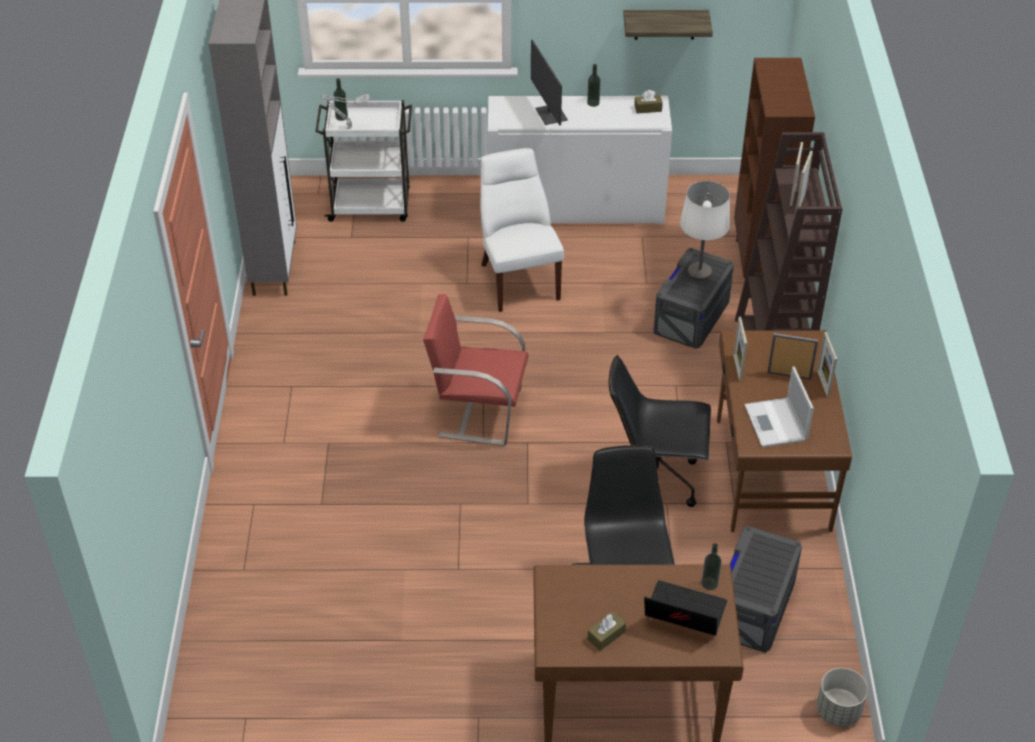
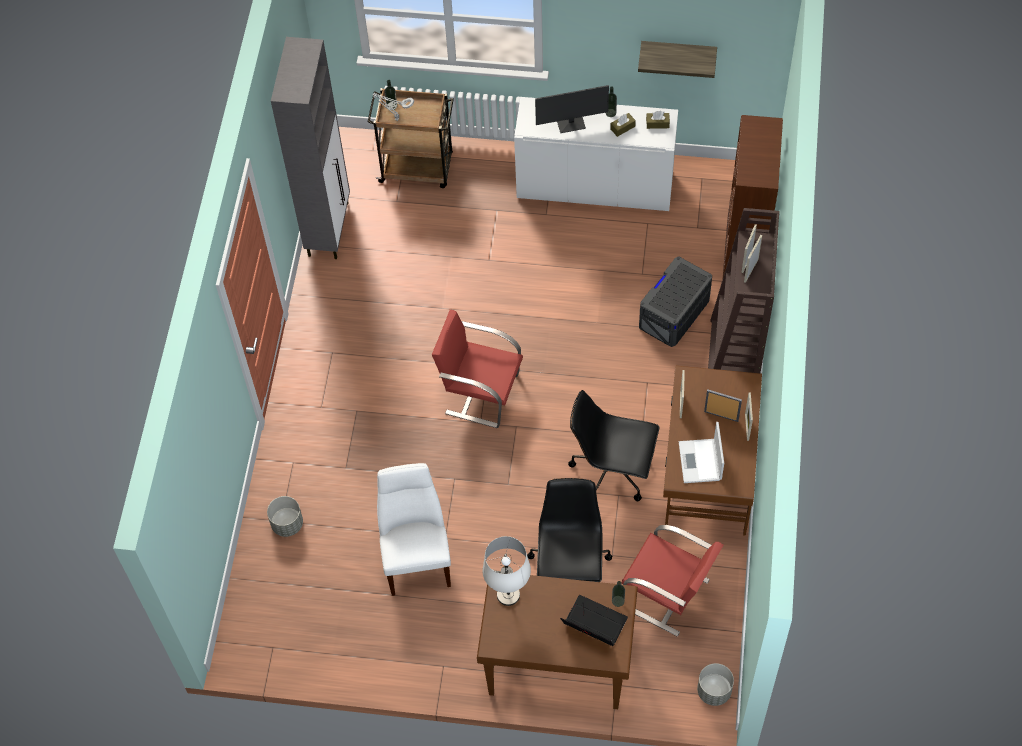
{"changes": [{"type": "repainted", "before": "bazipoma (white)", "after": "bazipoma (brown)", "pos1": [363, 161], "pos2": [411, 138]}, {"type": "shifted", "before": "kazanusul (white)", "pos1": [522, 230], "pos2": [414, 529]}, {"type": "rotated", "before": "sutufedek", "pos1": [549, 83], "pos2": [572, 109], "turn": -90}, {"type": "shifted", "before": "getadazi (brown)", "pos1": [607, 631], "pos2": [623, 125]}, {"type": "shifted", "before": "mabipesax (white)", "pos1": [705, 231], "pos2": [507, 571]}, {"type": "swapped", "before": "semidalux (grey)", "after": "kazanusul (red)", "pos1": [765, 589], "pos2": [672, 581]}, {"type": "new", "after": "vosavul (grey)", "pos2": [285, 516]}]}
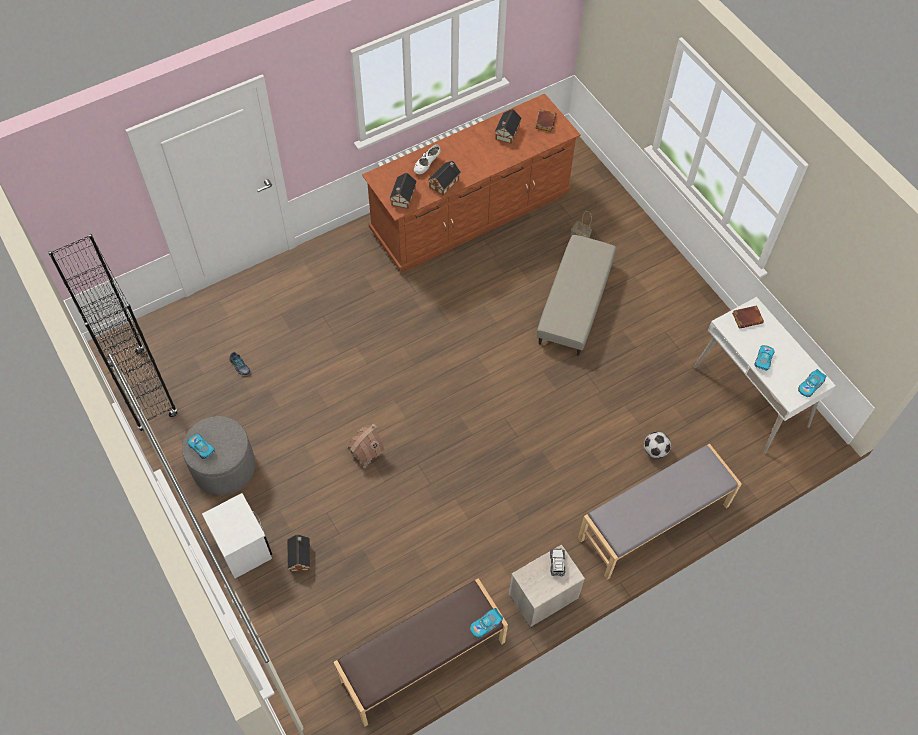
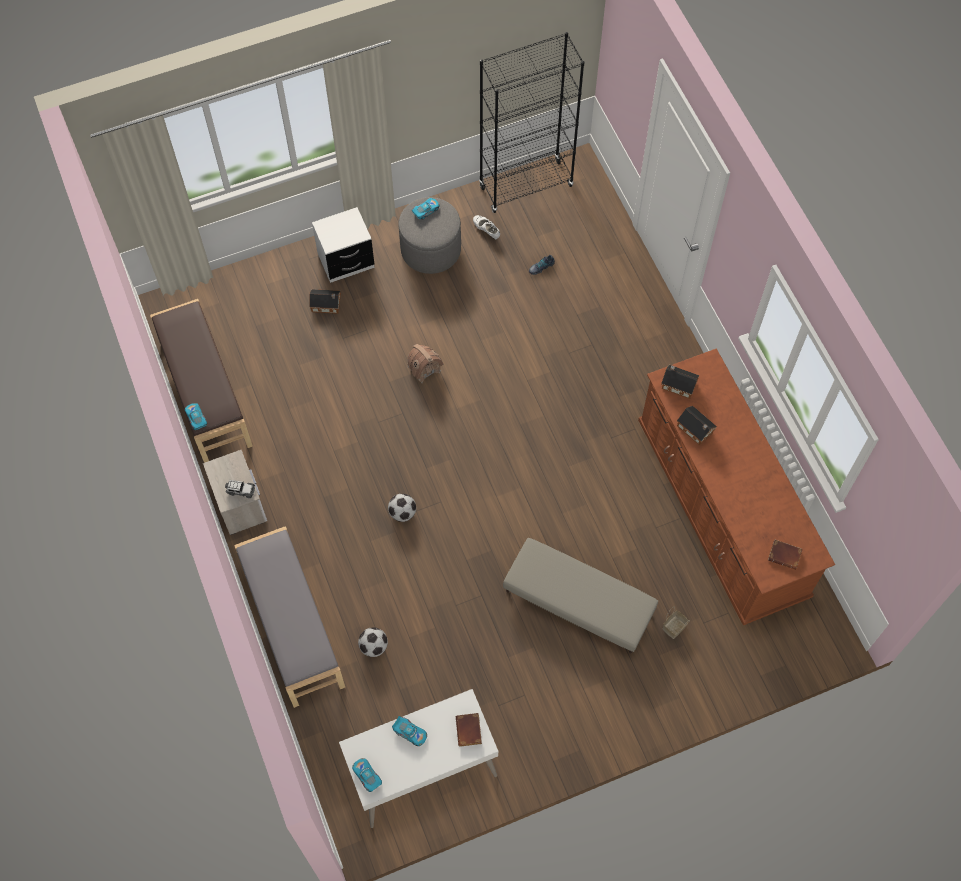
{"changes": [{"type": "shifted", "before": "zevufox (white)", "pos1": [427, 159], "pos2": [486, 227]}, {"type": "gone", "before": "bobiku", "pos1": [508, 126]}, {"type": "new", "after": "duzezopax", "pos2": [402, 508]}]}
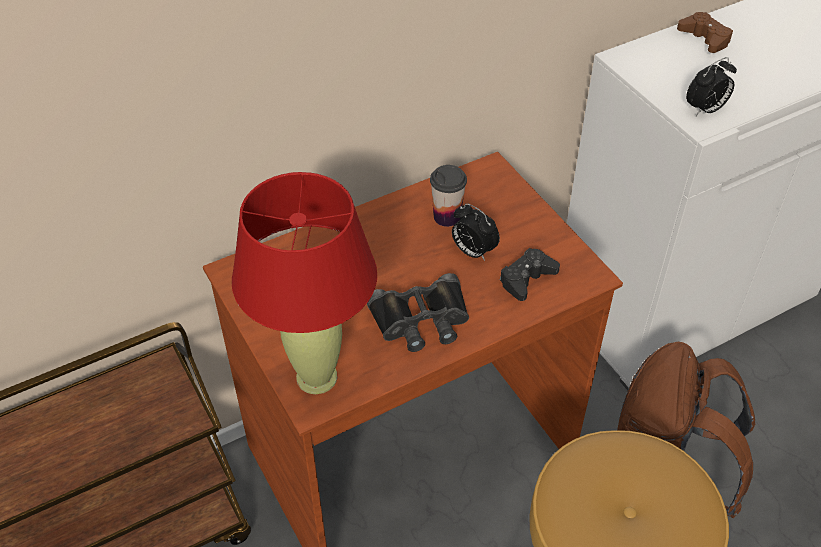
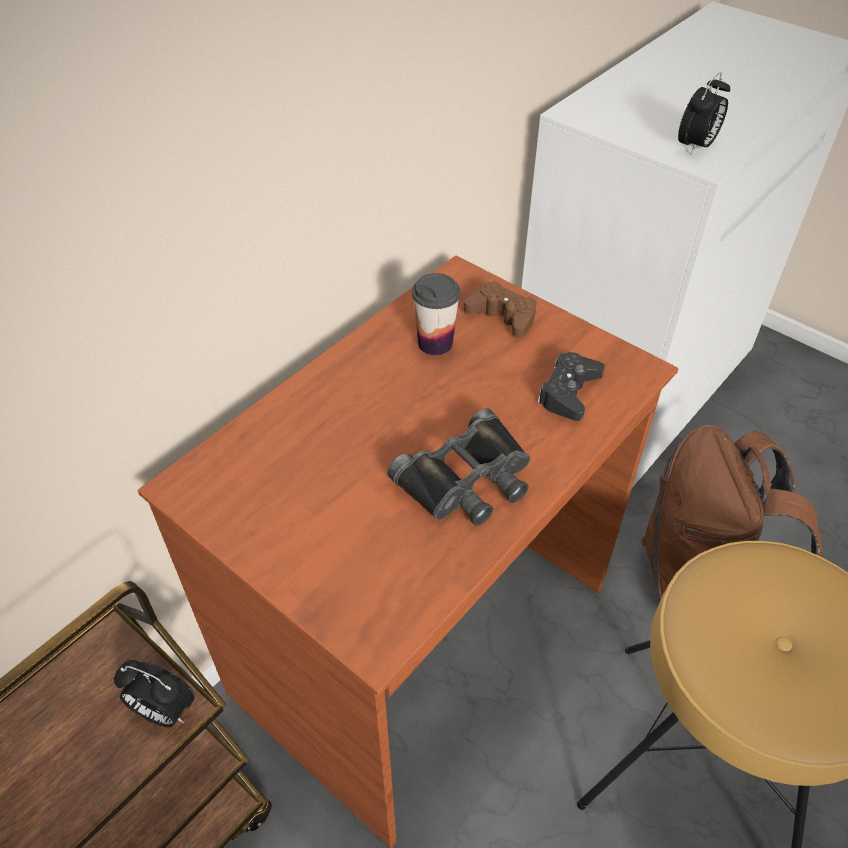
{"changes": [{"type": "gone", "before": "mabipesax (red)", "pos1": [304, 283]}, {"type": "shifted", "before": "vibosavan", "pos1": [476, 232], "pos2": [154, 693]}, {"type": "shifted", "before": "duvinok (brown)", "pos1": [705, 32], "pos2": [500, 309]}]}
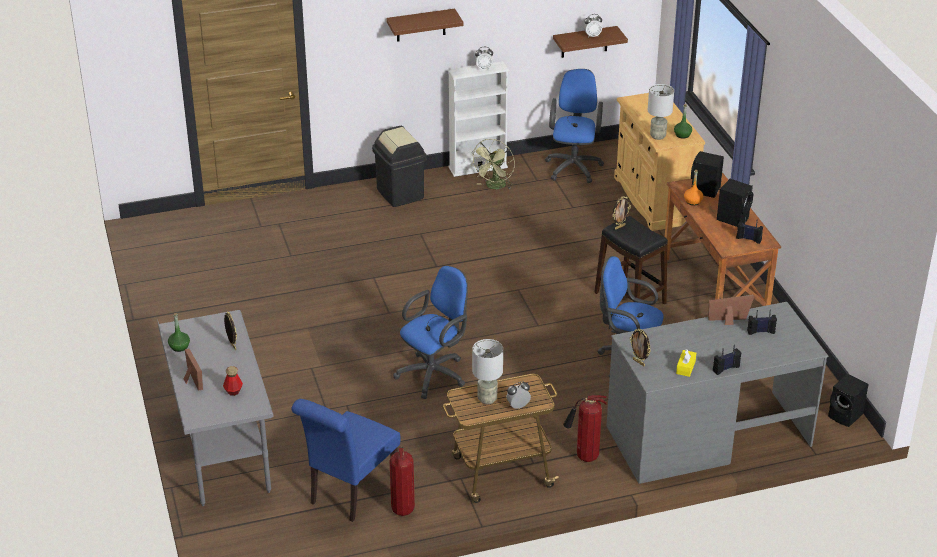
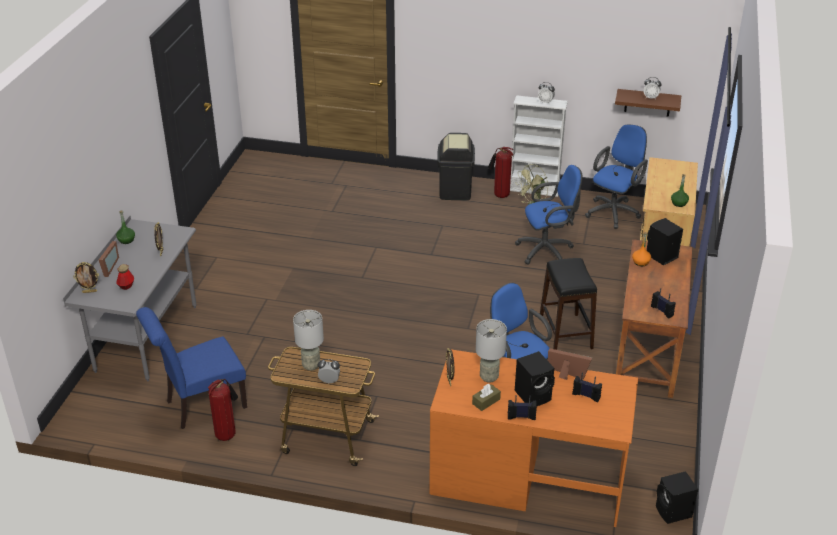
{"changes": [{"type": "gone", "before": "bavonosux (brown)", "pos1": [425, 25]}, {"type": "shifted", "before": "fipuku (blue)", "pos1": [430, 332], "pos2": [549, 215]}, {"type": "shifted", "before": "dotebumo", "pos1": [585, 428], "pos2": [500, 172]}, {"type": "repainted", "before": "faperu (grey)", "after": "faperu (orange)", "pos1": [717, 393], "pos2": [533, 438]}, {"type": "shifted", "before": "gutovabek", "pos1": [621, 213], "pos2": [86, 277]}, {"type": "shifted", "before": "mabipesax (grey)", "pos1": [661, 112], "pos2": [491, 351]}, {"type": "repainted", "before": "getadazi (yellow)", "after": "getadazi (brown)", "pos1": [686, 363], "pos2": [486, 397]}, {"type": "shifted", "before": "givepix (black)", "pos1": [735, 203], "pos2": [535, 378]}]}
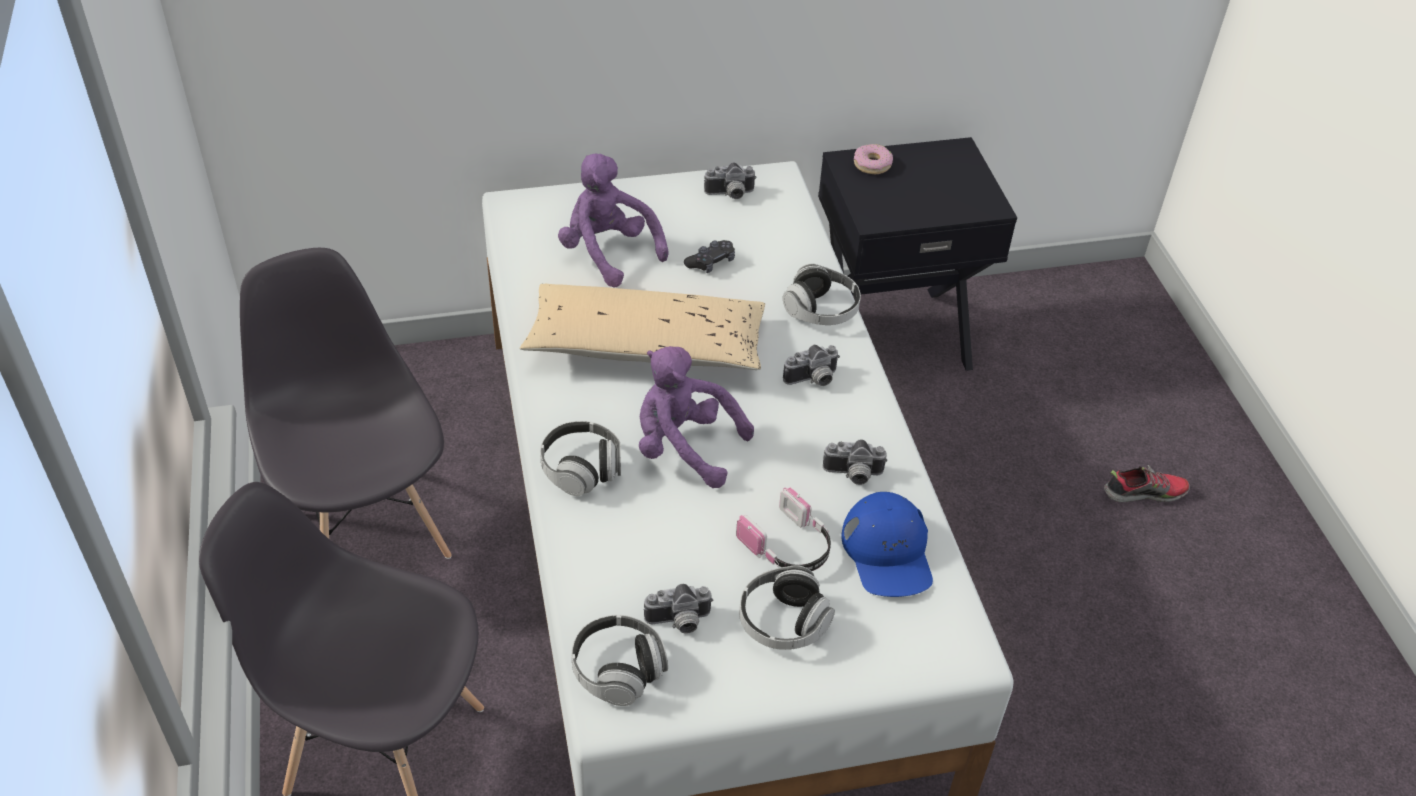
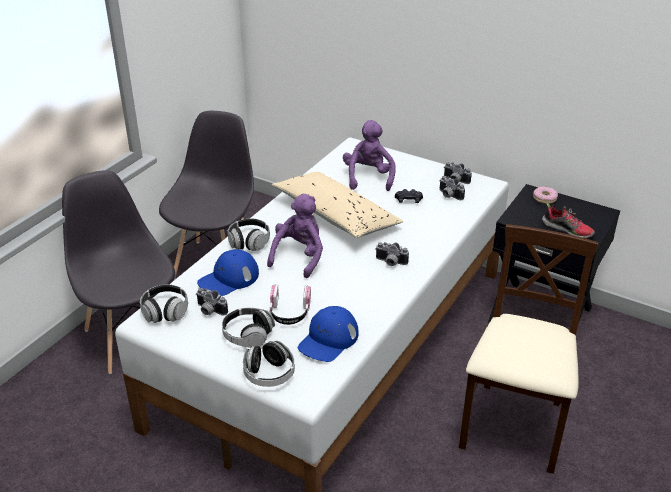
{"changes": [{"type": "rotated", "before": "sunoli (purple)", "pos1": [696, 417], "pos2": [295, 236], "turn": 45}, {"type": "shifted", "before": "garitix", "pos1": [822, 294], "pos2": [269, 363]}, {"type": "shifted", "before": "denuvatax", "pos1": [855, 462], "pos2": [452, 188]}, {"type": "shifted", "before": "zevufox", "pos1": [1147, 483], "pos2": [568, 220]}, {"type": "new", "after": "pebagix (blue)", "pos2": [228, 272]}, {"type": "new", "after": "kazanusul (beige)", "pos2": [529, 349]}]}
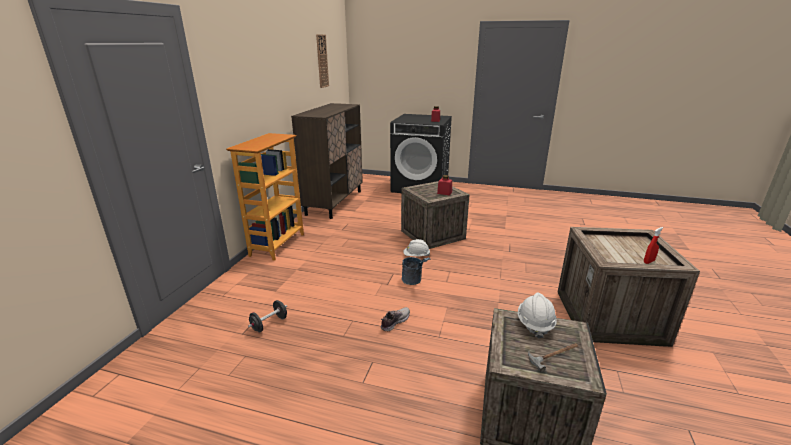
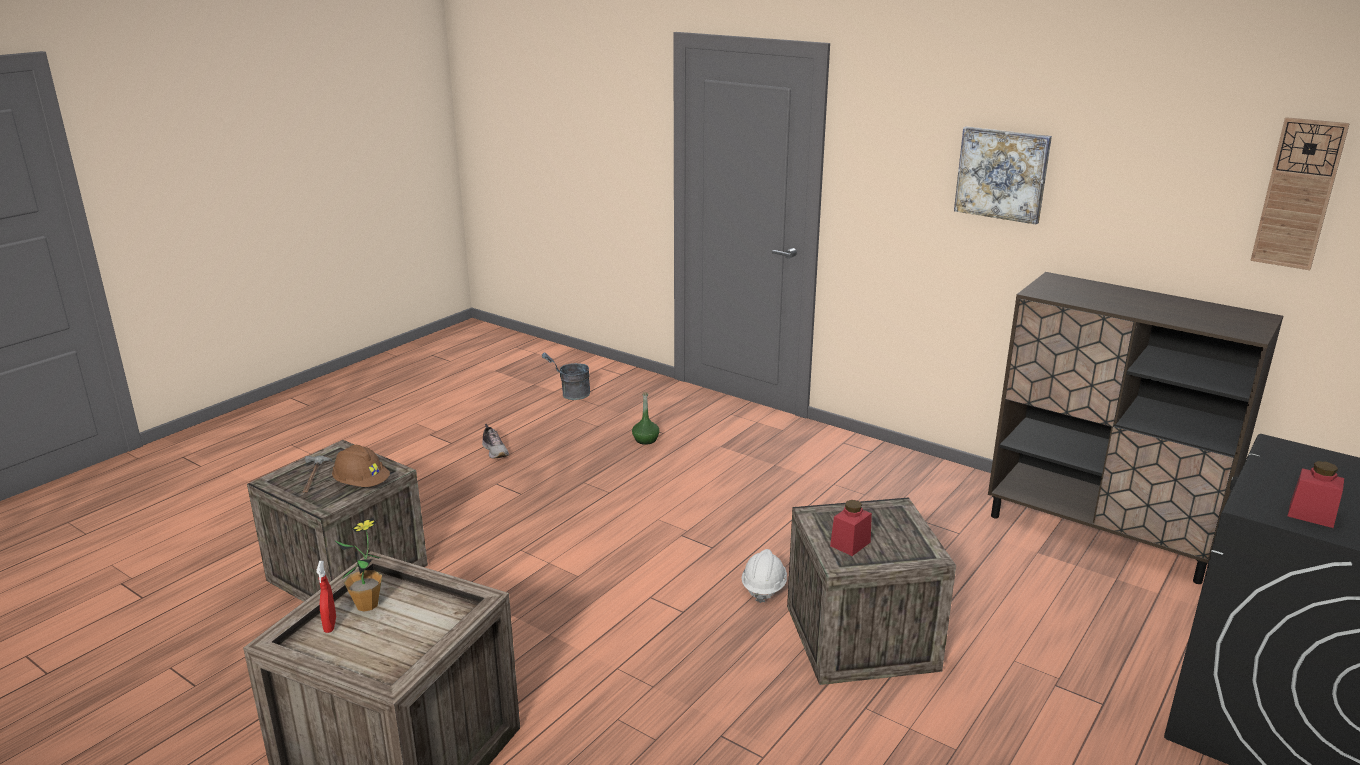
{"changes": [{"type": "gone", "before": "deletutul", "pos1": [265, 197]}, {"type": "swapped", "before": "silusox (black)", "after": "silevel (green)", "pos1": [267, 316], "pos2": [646, 418]}, {"type": "shifted", "before": "zevufox", "pos1": [395, 319], "pos2": [495, 441]}, {"type": "shifted", "before": "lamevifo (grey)", "pos1": [416, 271], "pos2": [566, 376]}, {"type": "repainted", "before": "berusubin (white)", "after": "berusubin (brown)", "pos1": [537, 315], "pos2": [361, 466]}, {"type": "new", "after": "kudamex", "pos2": [358, 565]}, {"type": "new", "after": "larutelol", "pos2": [1003, 175]}]}
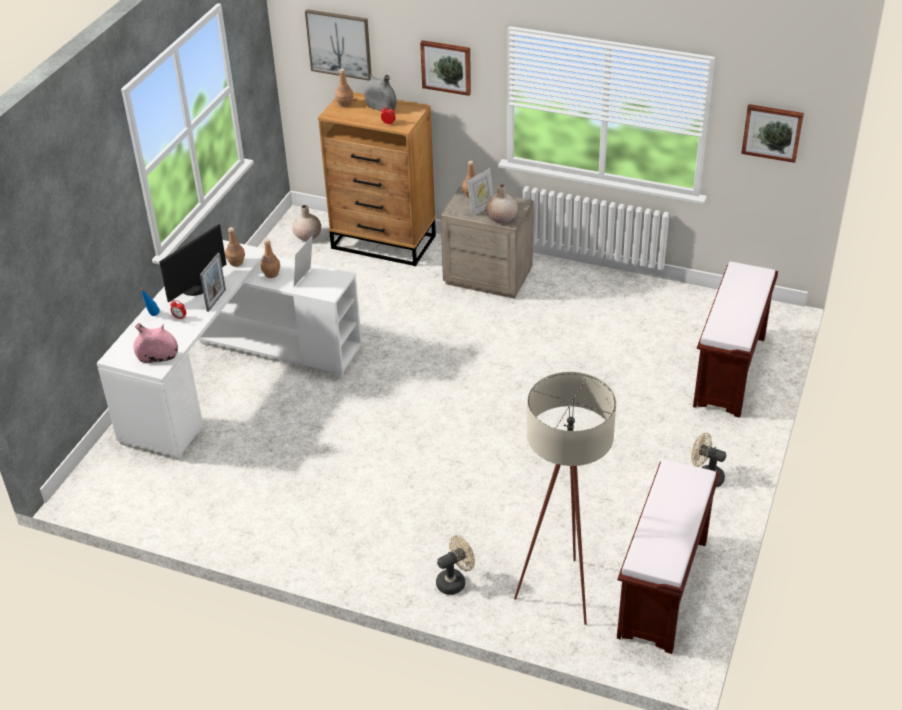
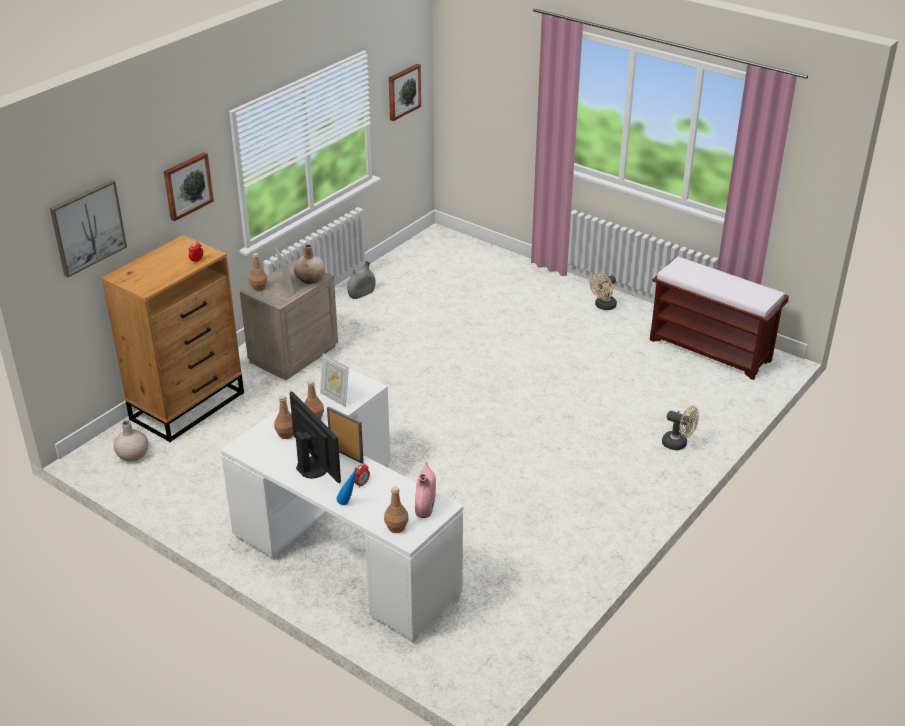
{"changes": [{"type": "shifted", "before": "silevel (brown)", "pos1": [344, 88], "pos2": [396, 509]}, {"type": "shifted", "before": "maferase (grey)", "pos1": [380, 92], "pos2": [361, 280]}, {"type": "rotated", "before": "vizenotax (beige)", "pos1": [455, 565], "pos2": [680, 428], "turn": 135}, {"type": "gone", "before": "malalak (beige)", "pos1": [565, 498]}, {"type": "gone", "before": "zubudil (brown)", "pos1": [735, 340]}]}
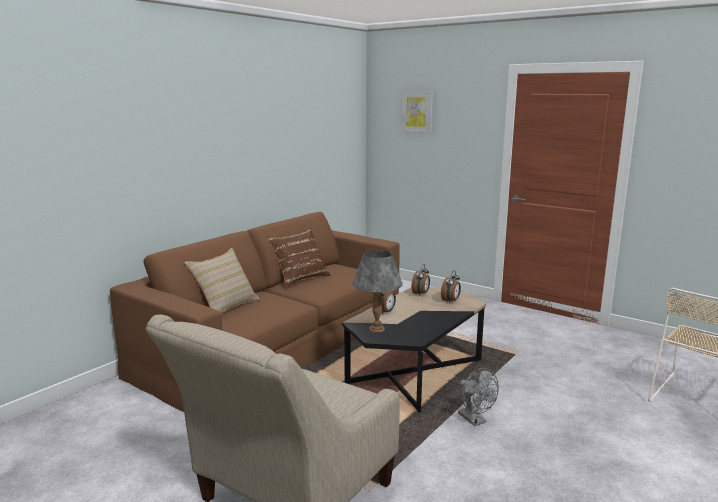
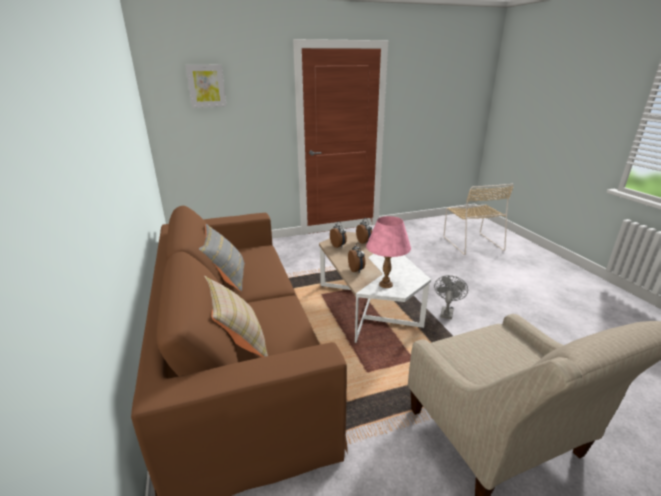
{"changes": [{"type": "repainted", "before": "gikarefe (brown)", "after": "gikarefe (grey)", "pos1": [299, 257], "pos2": [222, 258]}, {"type": "repainted", "before": "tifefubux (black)", "after": "tifefubux (white)", "pos1": [414, 350], "pos2": [375, 287]}, {"type": "repainted", "before": "mabipesax (grey)", "after": "mabipesax (pink)", "pos1": [378, 291], "pos2": [388, 252]}, {"type": "rotated", "before": "vizenotax (grey)", "pos1": [478, 397], "pos2": [451, 297], "turn": -75}]}
